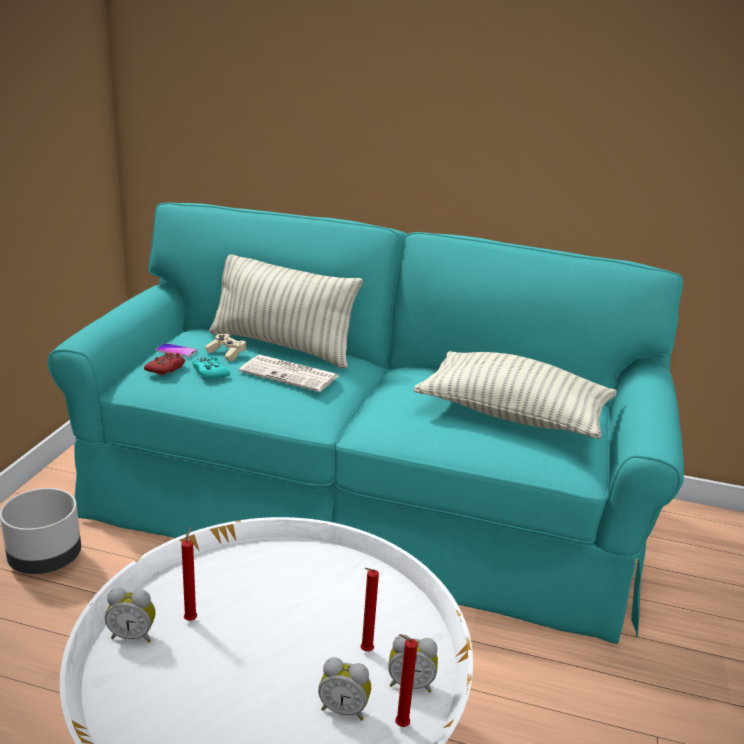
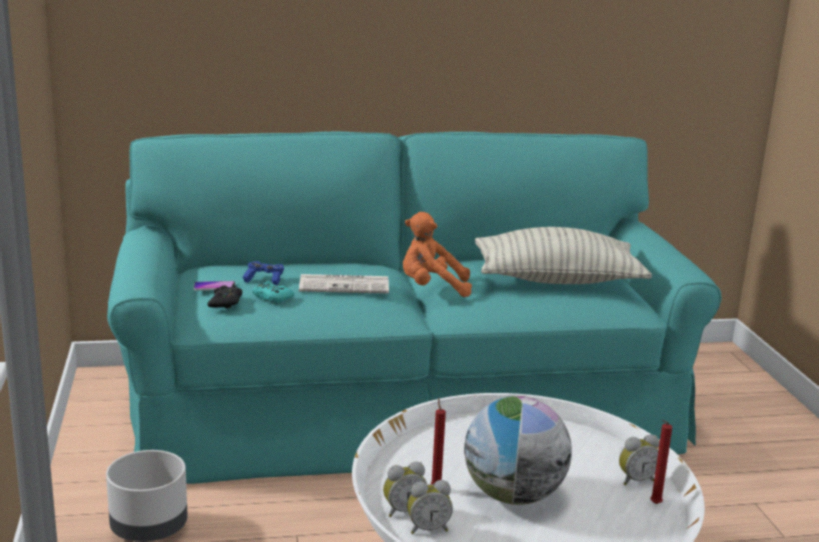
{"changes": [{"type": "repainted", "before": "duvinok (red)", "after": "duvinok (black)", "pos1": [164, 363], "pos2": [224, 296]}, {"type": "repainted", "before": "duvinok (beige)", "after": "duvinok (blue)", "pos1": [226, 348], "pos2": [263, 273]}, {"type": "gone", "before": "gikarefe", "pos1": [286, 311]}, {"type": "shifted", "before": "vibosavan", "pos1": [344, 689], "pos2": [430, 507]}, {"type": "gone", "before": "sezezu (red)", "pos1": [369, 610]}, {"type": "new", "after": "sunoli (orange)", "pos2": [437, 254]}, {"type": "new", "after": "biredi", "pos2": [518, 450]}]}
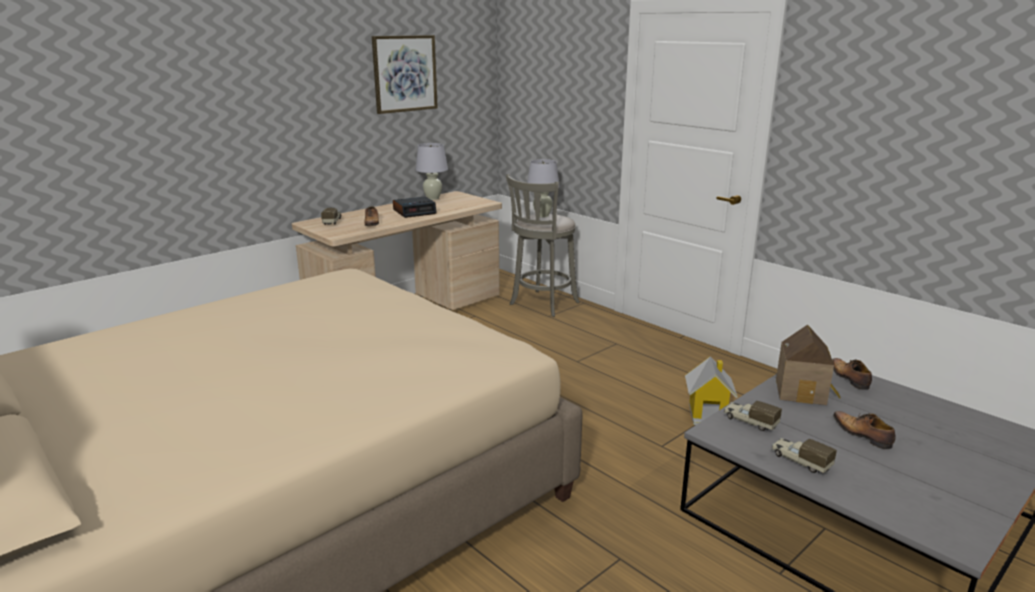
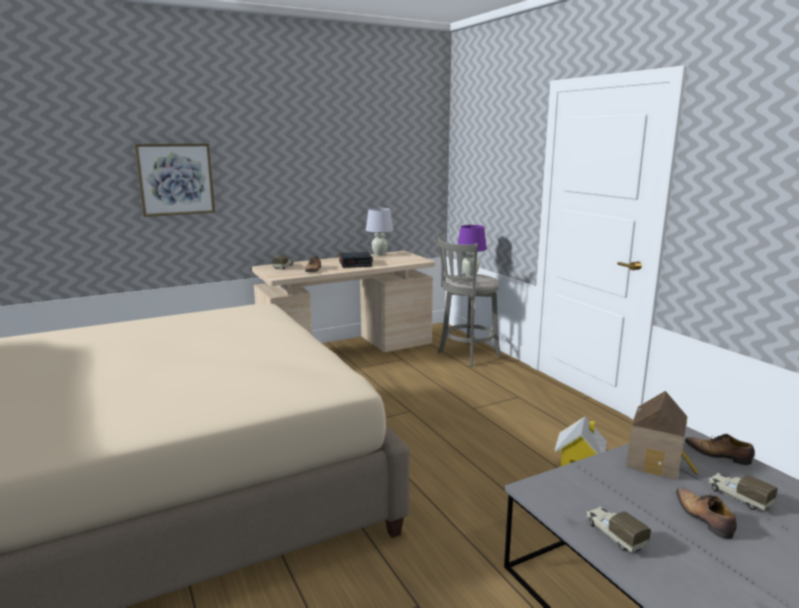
{"changes": [{"type": "shifted", "before": "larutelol", "pos1": [405, 74], "pos2": [174, 180]}, {"type": "repainted", "before": "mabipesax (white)", "after": "mabipesax (purple)", "pos1": [543, 188], "pos2": [472, 251]}, {"type": "shifted", "before": "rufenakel", "pos1": [752, 416], "pos2": [742, 492]}, {"type": "rotated", "before": "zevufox", "pos1": [852, 374], "pos2": [720, 449], "turn": -60}]}
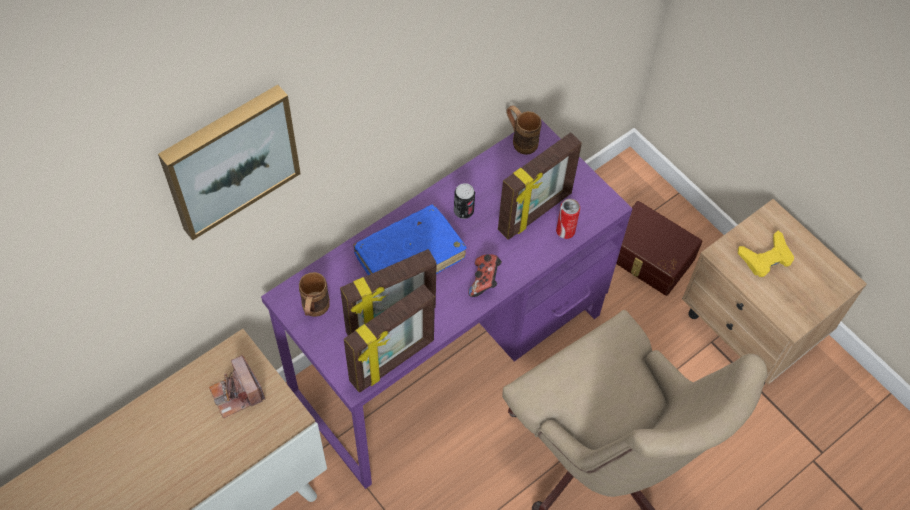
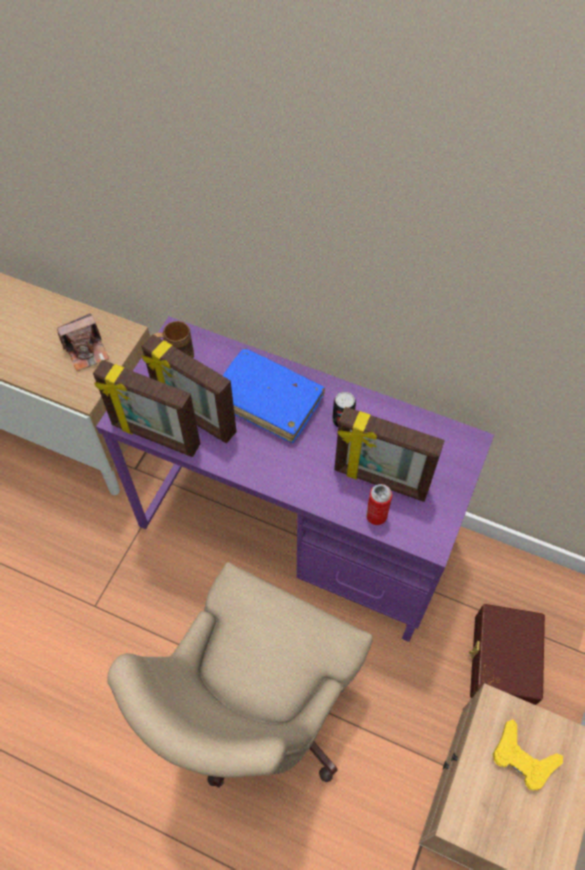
{"changes": [{"type": "gone", "before": "larutelol", "pos1": [229, 162]}, {"type": "rotated", "before": "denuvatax", "pos1": [237, 386], "pos2": [83, 342], "turn": -150}, {"type": "gone", "before": "duvinok", "pos1": [485, 275]}, {"type": "gone", "before": "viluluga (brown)", "pos1": [524, 130]}]}
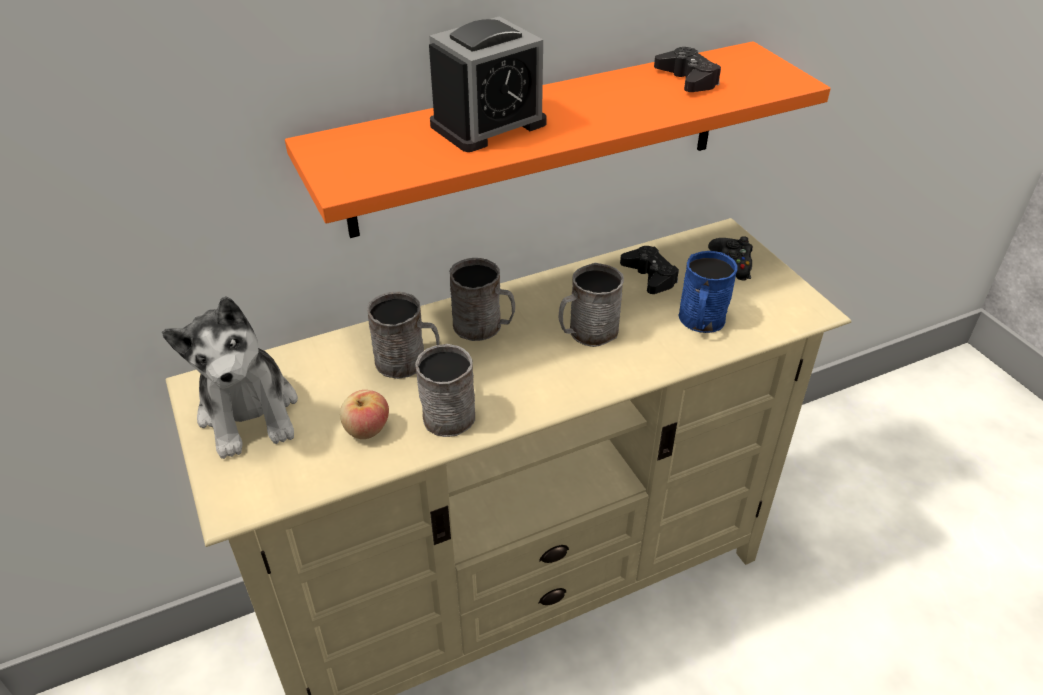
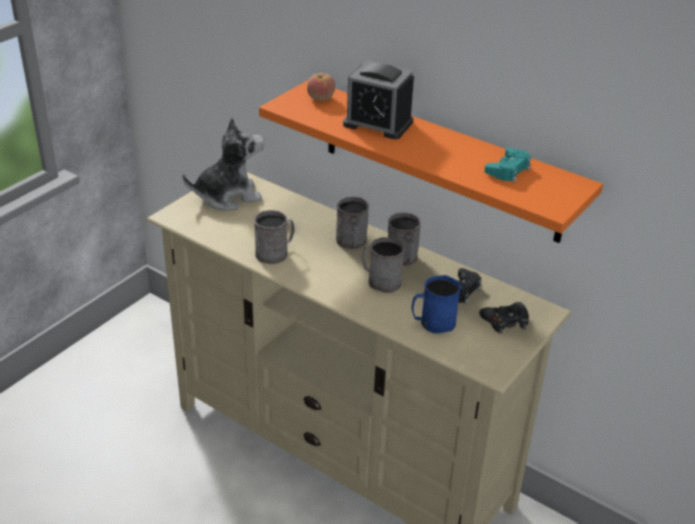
{"changes": [{"type": "rotated", "before": "sunoli", "pos1": [230, 377], "pos2": [223, 164], "turn": -150}, {"type": "shifted", "before": "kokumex", "pos1": [364, 414], "pos2": [321, 87]}, {"type": "shifted", "before": "viluluga (grey)", "pos1": [403, 335], "pos2": [404, 239]}, {"type": "repainted", "before": "duvinok (black)", "after": "duvinok (turquoise)", "pos1": [687, 69], "pos2": [507, 165]}]}
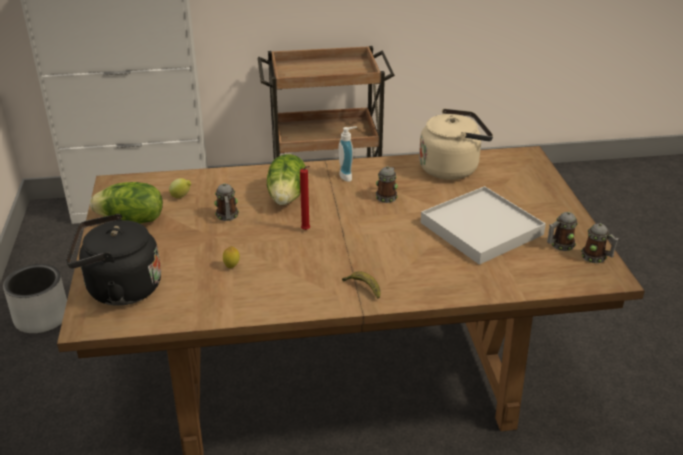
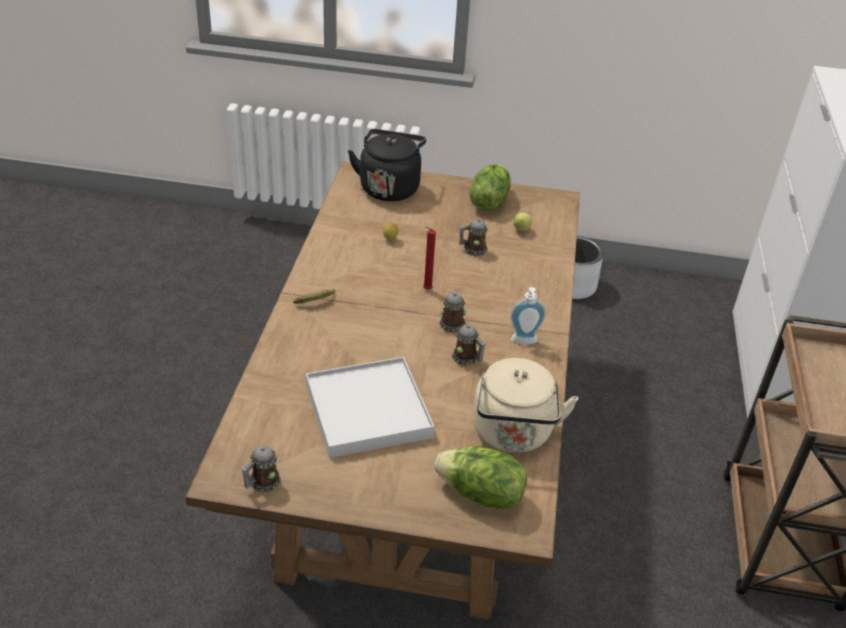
{"changes": [{"type": "shifted", "before": "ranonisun", "pos1": [286, 179], "pos2": [480, 477]}, {"type": "shifted", "before": "viluluga", "pos1": [562, 231], "pos2": [452, 311]}]}
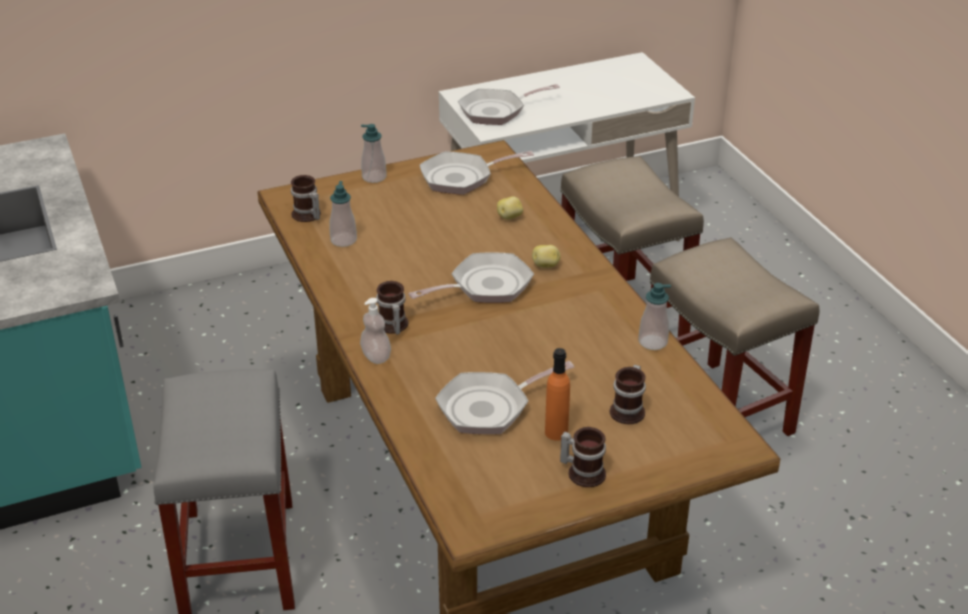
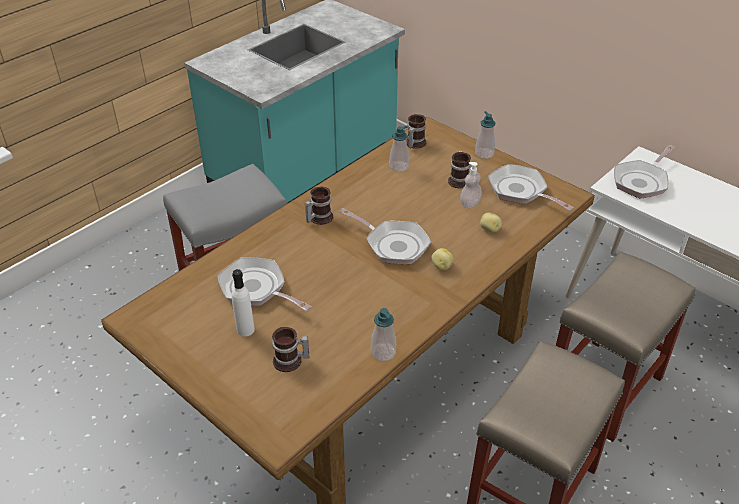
{"changes": [{"type": "shifted", "before": "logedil", "pos1": [375, 331], "pos2": [471, 185]}, {"type": "rotated", "before": "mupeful", "pos1": [509, 104], "pos2": [644, 171], "turn": -90}, {"type": "repainted", "before": "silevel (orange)", "after": "silevel (white)", "pos1": [557, 394], "pos2": [243, 302]}, {"type": "shifted", "before": "viluluga", "pos1": [583, 457], "pos2": [459, 169]}]}
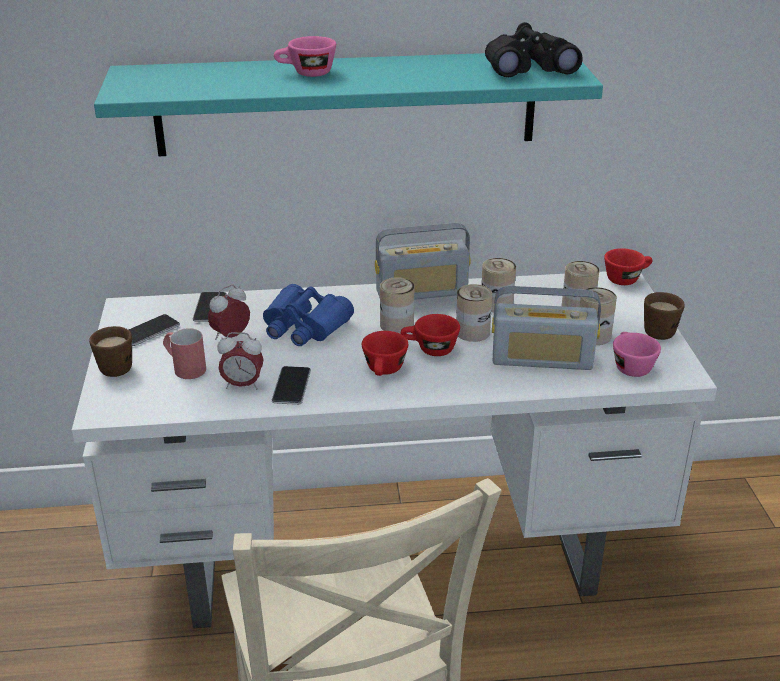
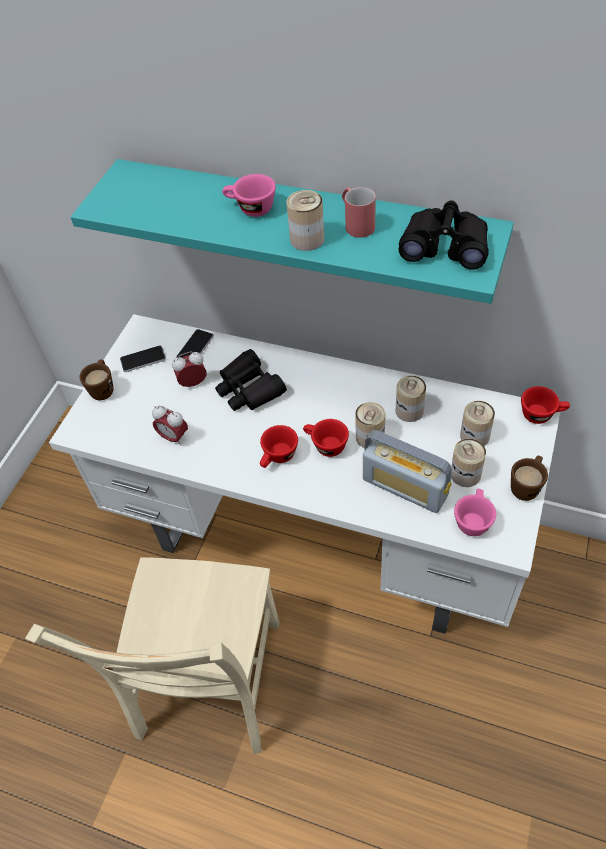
{"changes": [{"type": "shifted", "before": "viluluga (red)", "pos1": [184, 353], "pos2": [359, 212]}, {"type": "repainted", "before": "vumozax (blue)", "after": "vumozax (black)", "pos1": [308, 315], "pos2": [251, 380]}, {"type": "gone", "before": "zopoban", "pos1": [291, 385]}, {"type": "gone", "before": "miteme", "pos1": [423, 261]}, {"type": "shifted", "before": "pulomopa", "pos1": [397, 305], "pos2": [305, 220]}]}
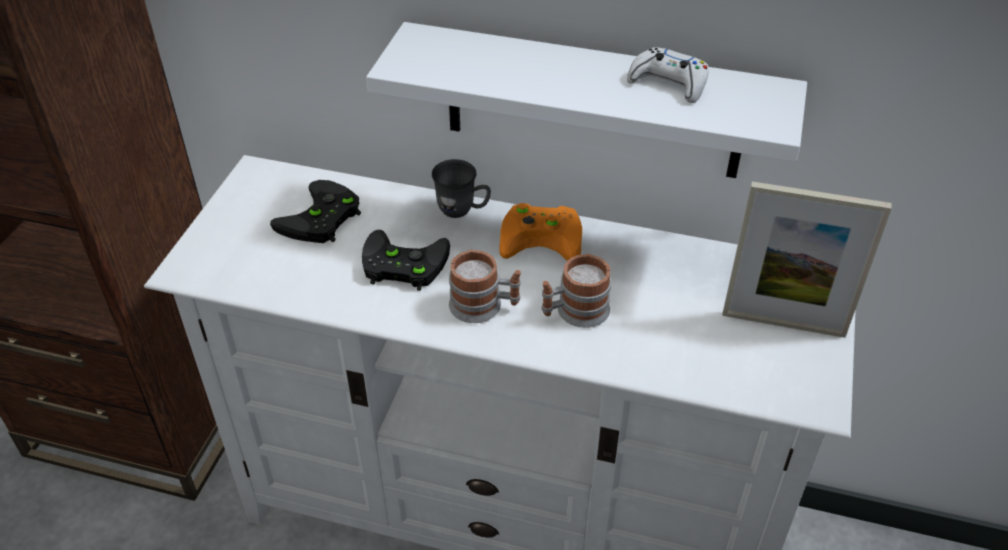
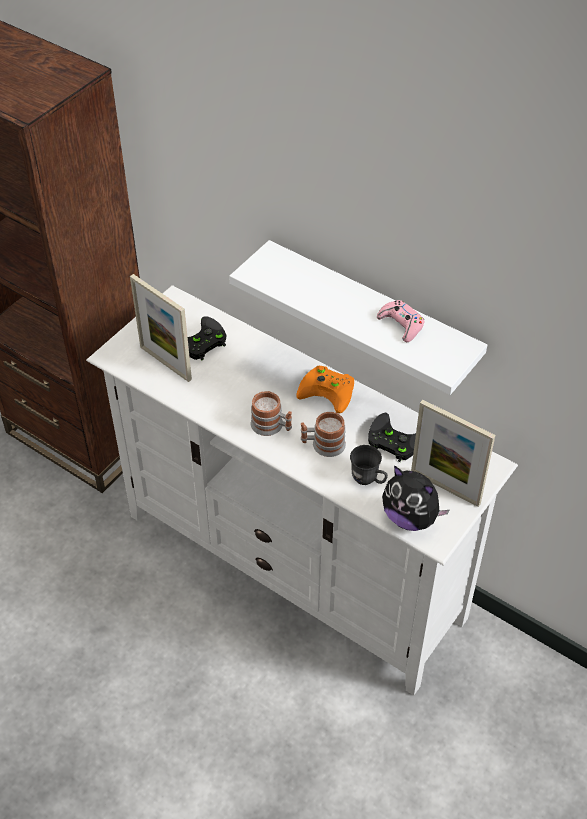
{"changes": [{"type": "shifted", "before": "duvinok (black)", "pos1": [406, 260], "pos2": [392, 437]}, {"type": "shifted", "before": "viluluga (grey)", "pos1": [461, 188], "pos2": [369, 465]}, {"type": "repainted", "before": "duvinok (white)", "after": "duvinok (pink)", "pos1": [668, 75], "pos2": [401, 321]}, {"type": "new", "after": "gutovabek", "pos2": [161, 328]}, {"type": "new", "after": "sunoli", "pos2": [415, 498]}]}
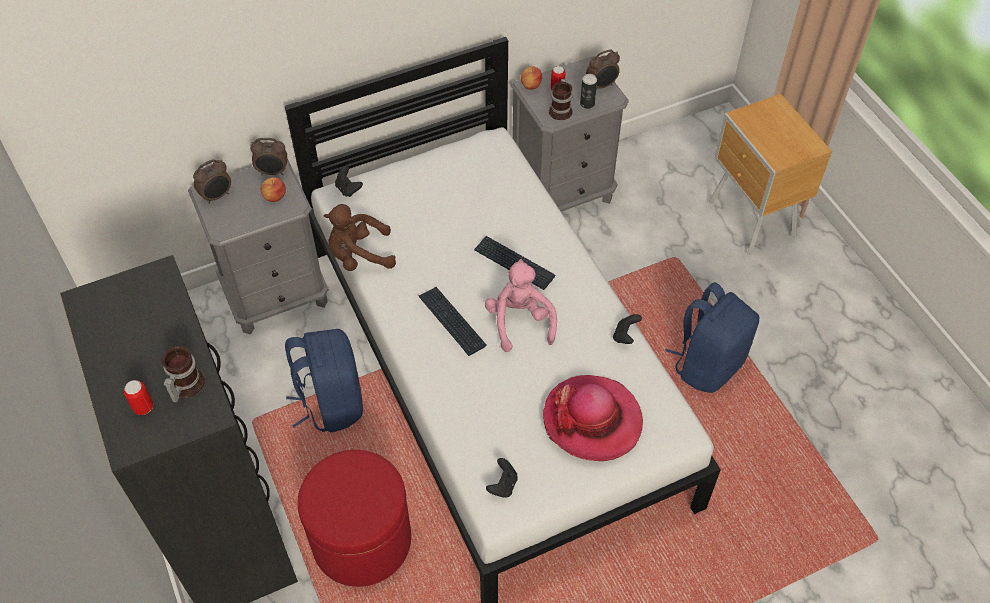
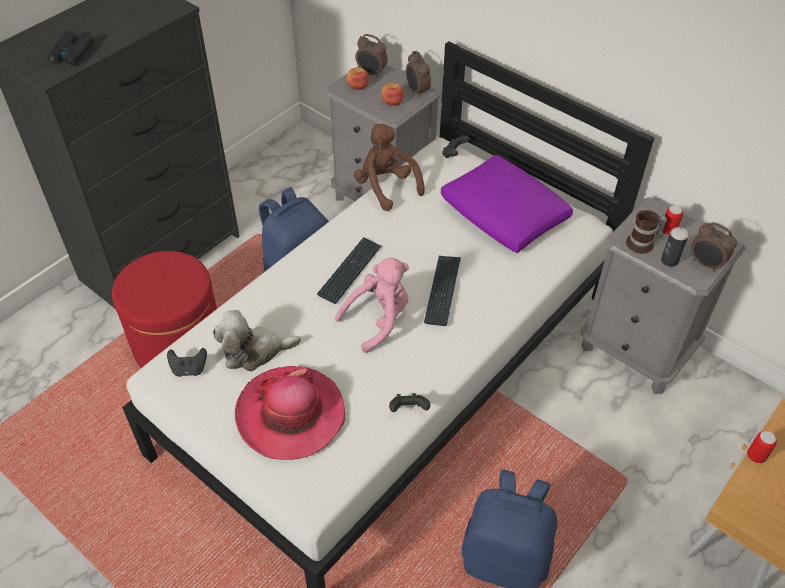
{"changes": [{"type": "shifted", "before": "pulomopa", "pos1": [138, 397], "pos2": [762, 447]}, {"type": "swapped", "before": "viluluga", "after": "vumozax (black)", "pos1": [183, 374], "pos2": [70, 48]}, {"type": "shifted", "before": "kokumex", "pos1": [531, 78], "pos2": [358, 78]}, {"type": "new", "after": "sunoli", "pos2": [257, 341]}, {"type": "new", "after": "gikarefe (purple)", "pos2": [507, 204]}]}
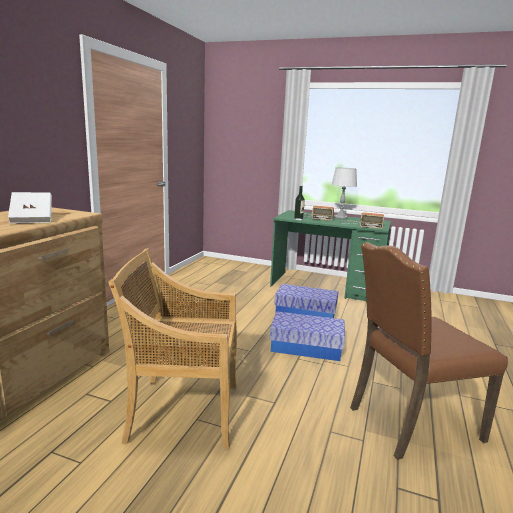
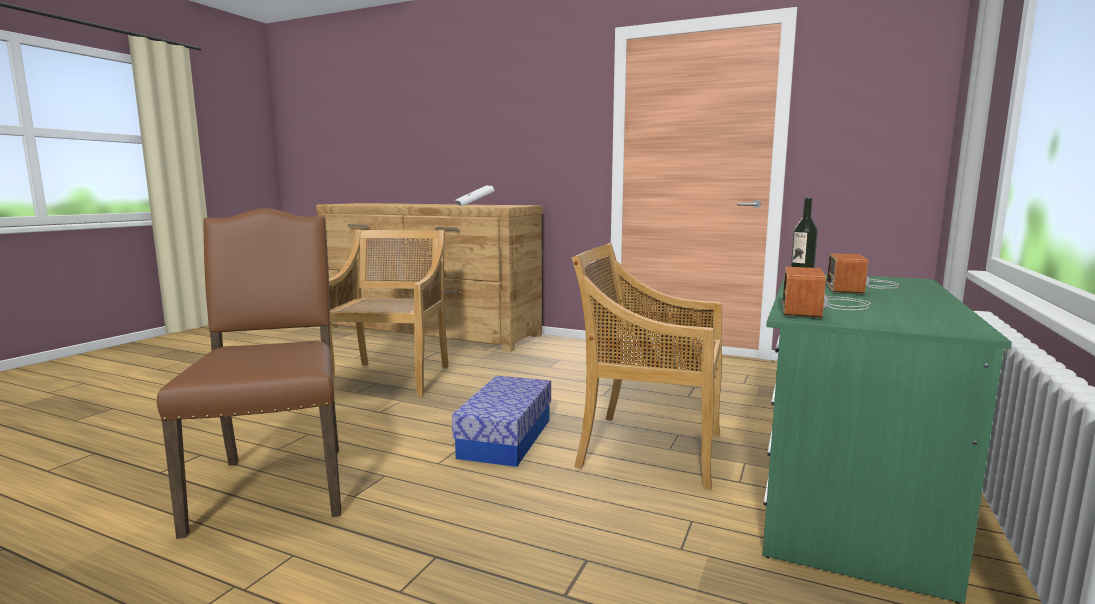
{"changes": [{"type": "swapped", "before": "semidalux", "after": "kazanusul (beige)", "pos1": [306, 301], "pos2": [647, 366]}, {"type": "gone", "before": "mabipesax (grey)", "pos1": [344, 193]}]}
